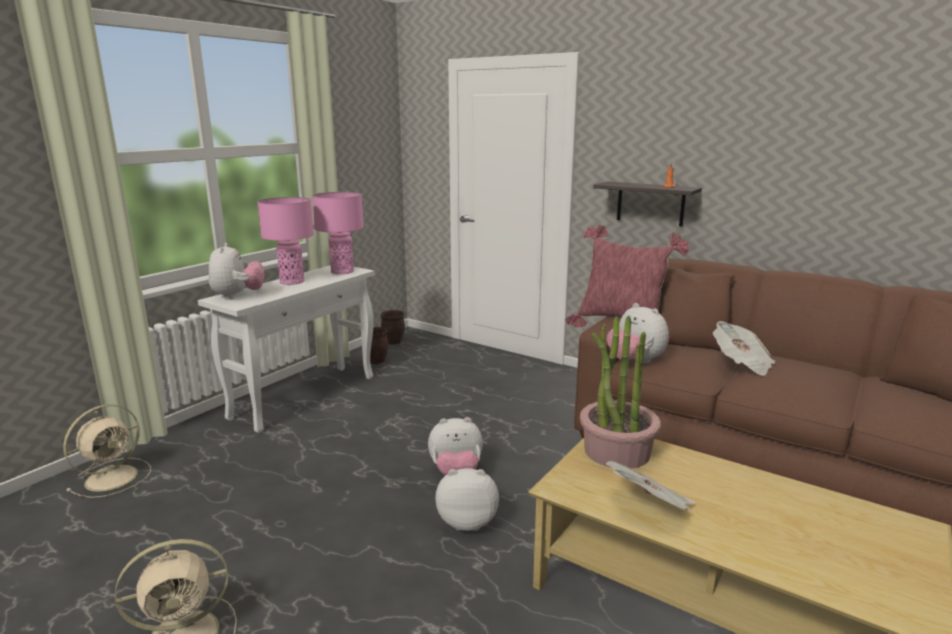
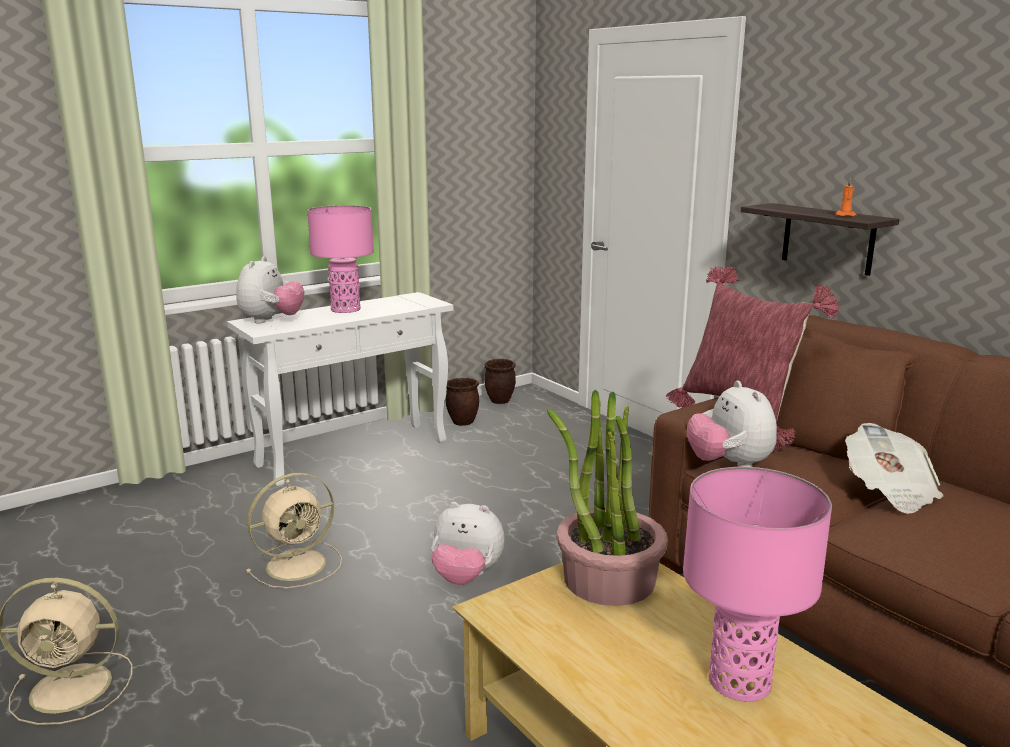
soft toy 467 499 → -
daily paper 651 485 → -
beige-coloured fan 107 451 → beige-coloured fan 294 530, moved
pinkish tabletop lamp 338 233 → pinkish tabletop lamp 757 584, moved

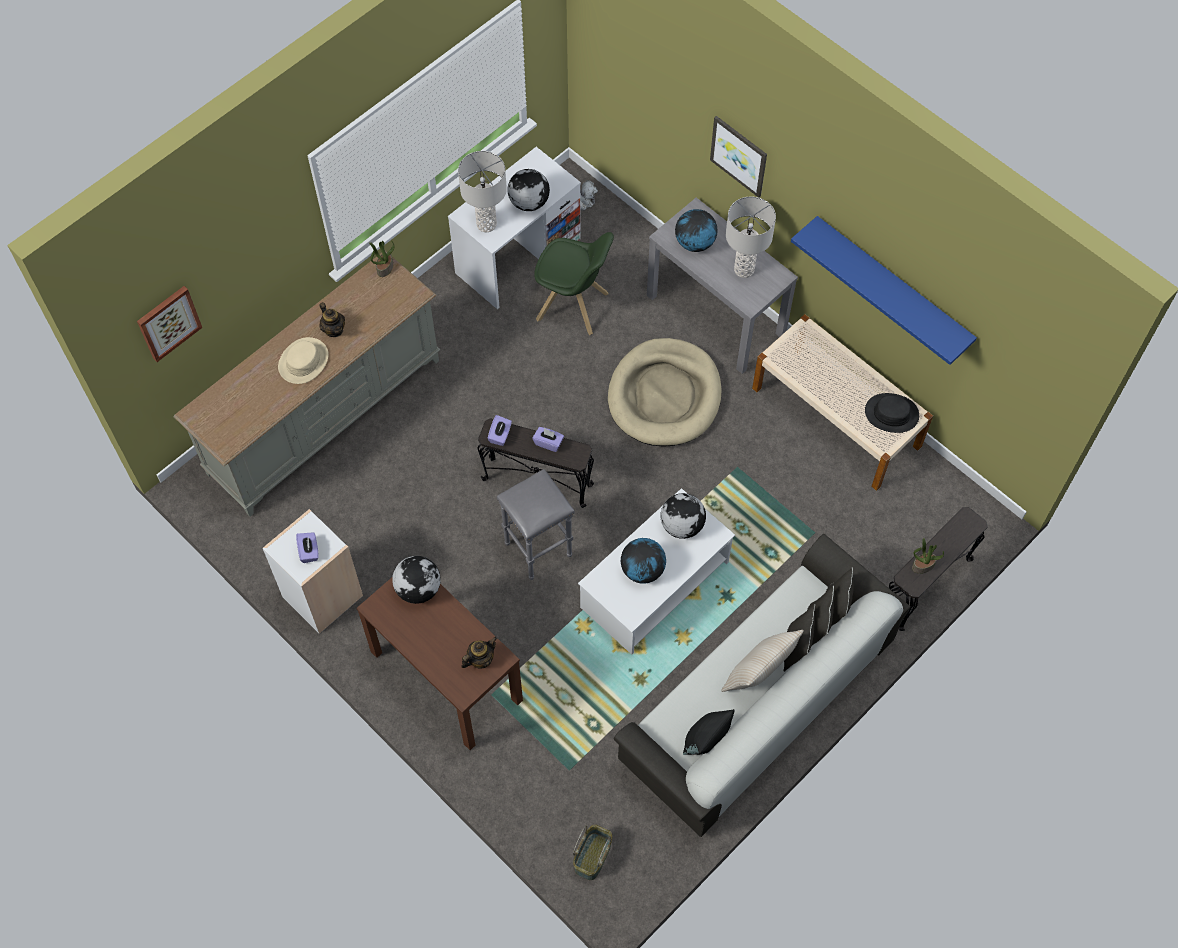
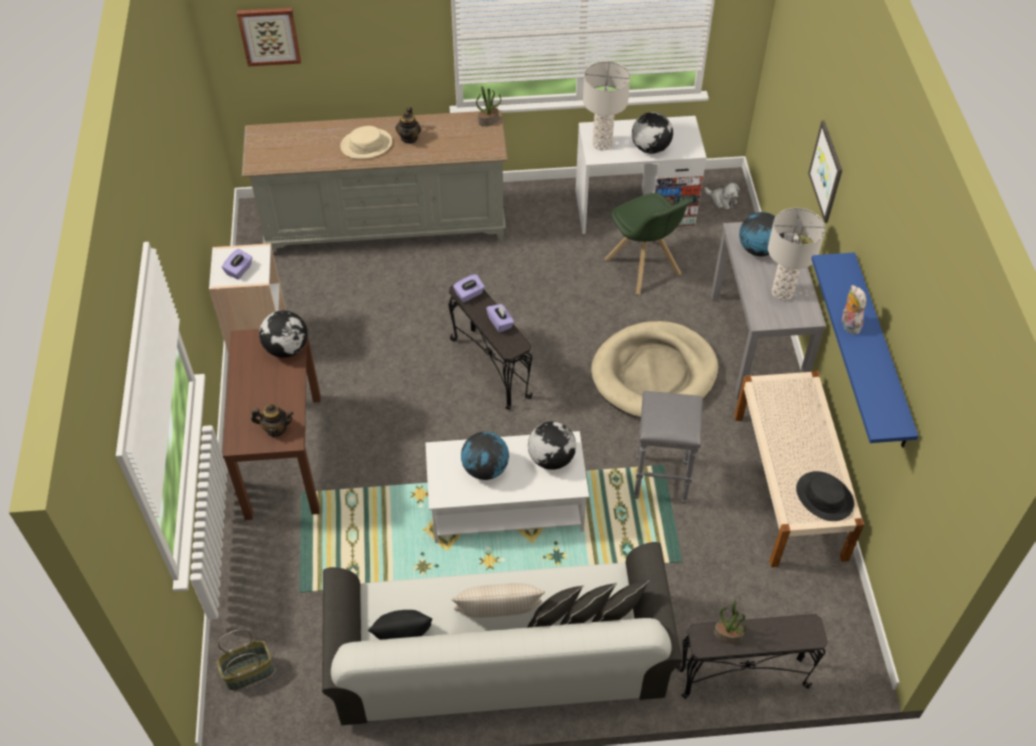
- → soft toy 854 309
grey stool 536 524 → grey stool 668 447, moved

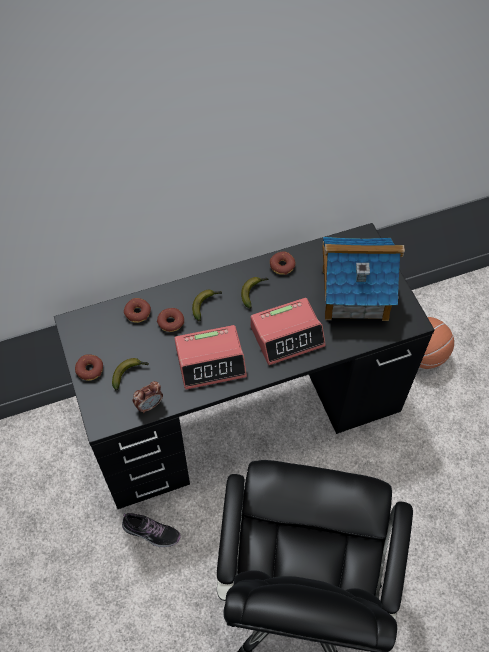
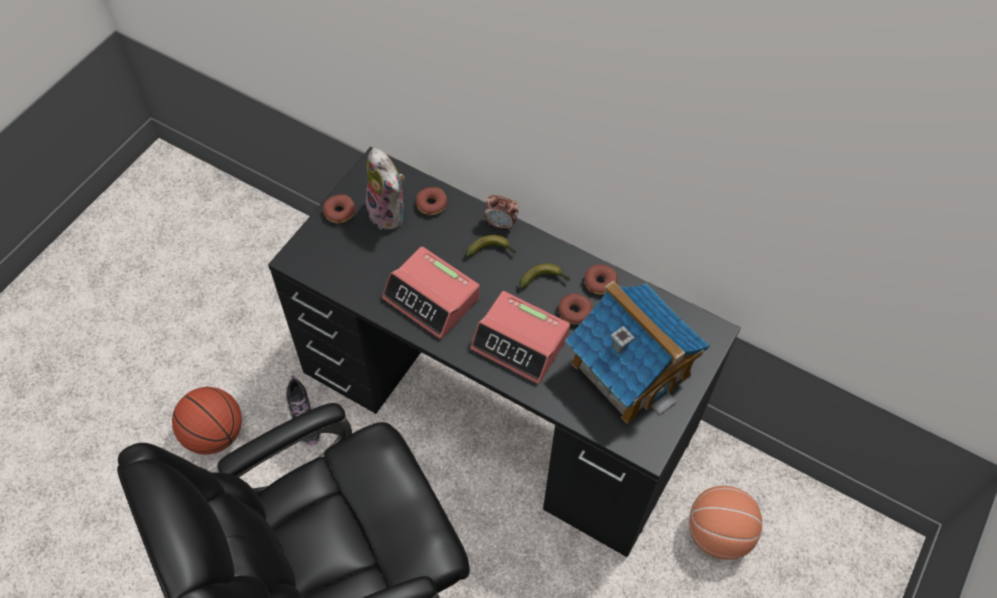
banana fruit 130 374 → -
- → basketball 207 420
- → soft toy 385 189
alarm clock 148 397 → alarm clock 501 212, moved
donut 170 320 → donut 575 309, moved

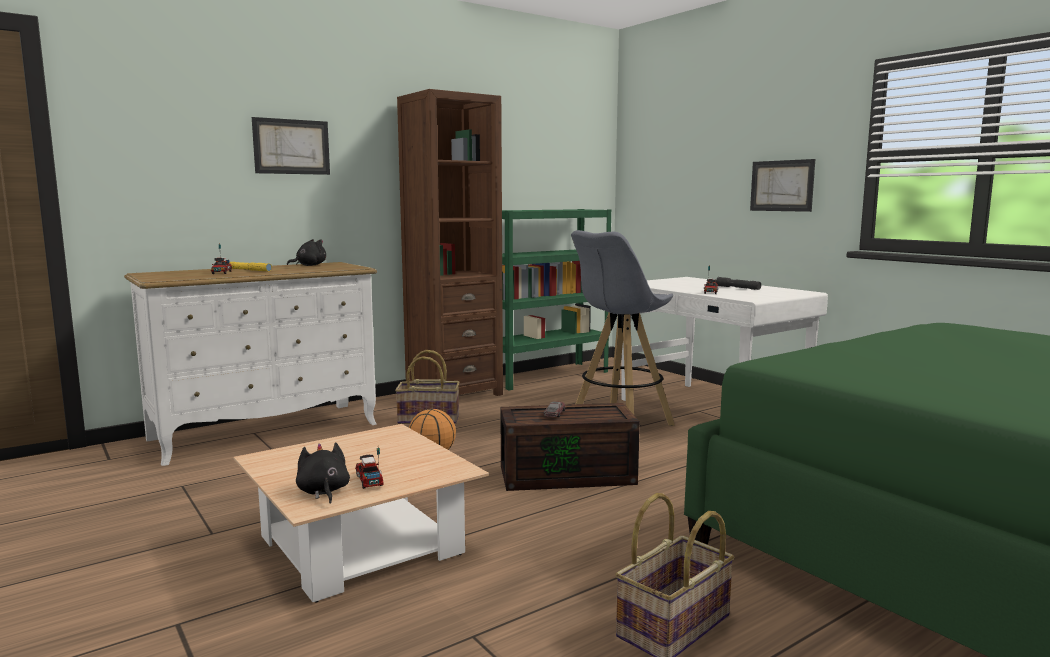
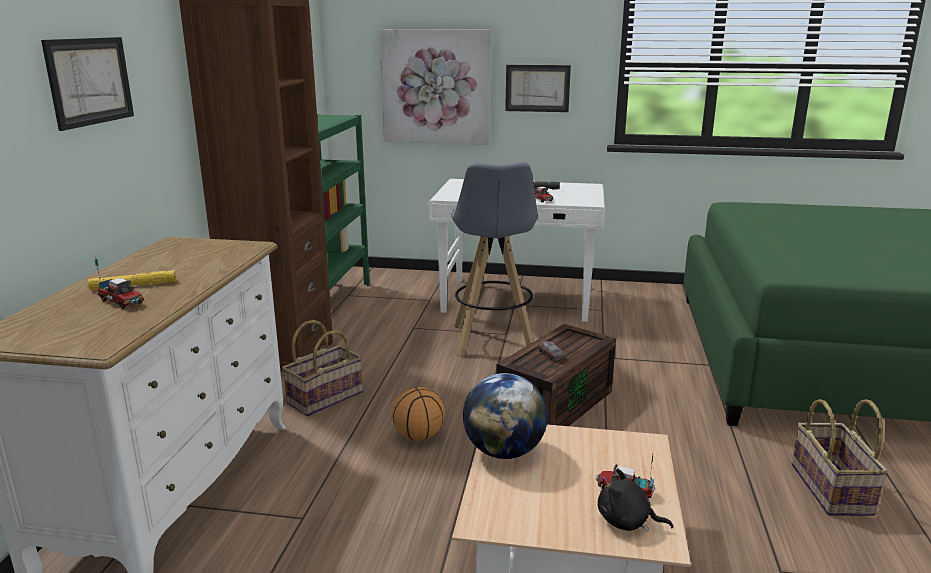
black-coloured soft toy 306 252 → -
- → picture 435 87
- → world globe 505 416

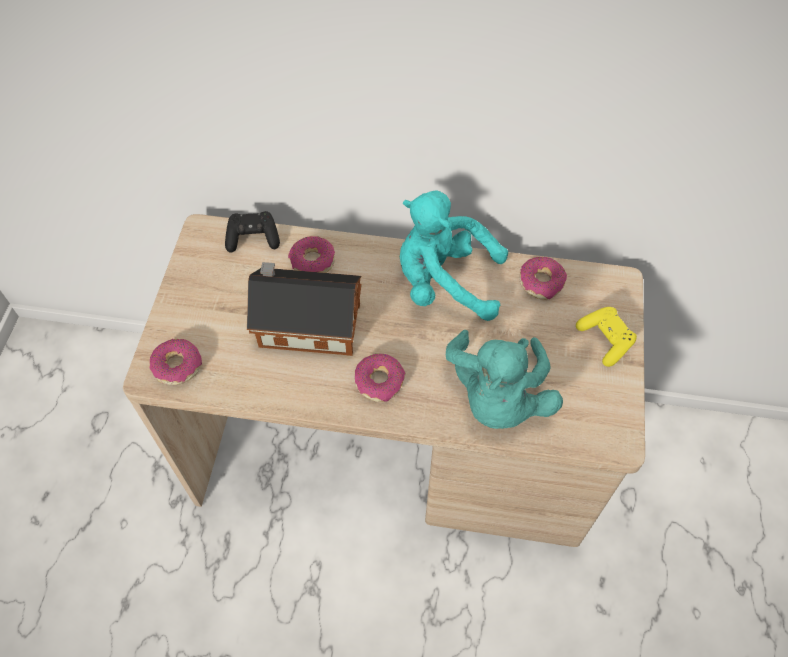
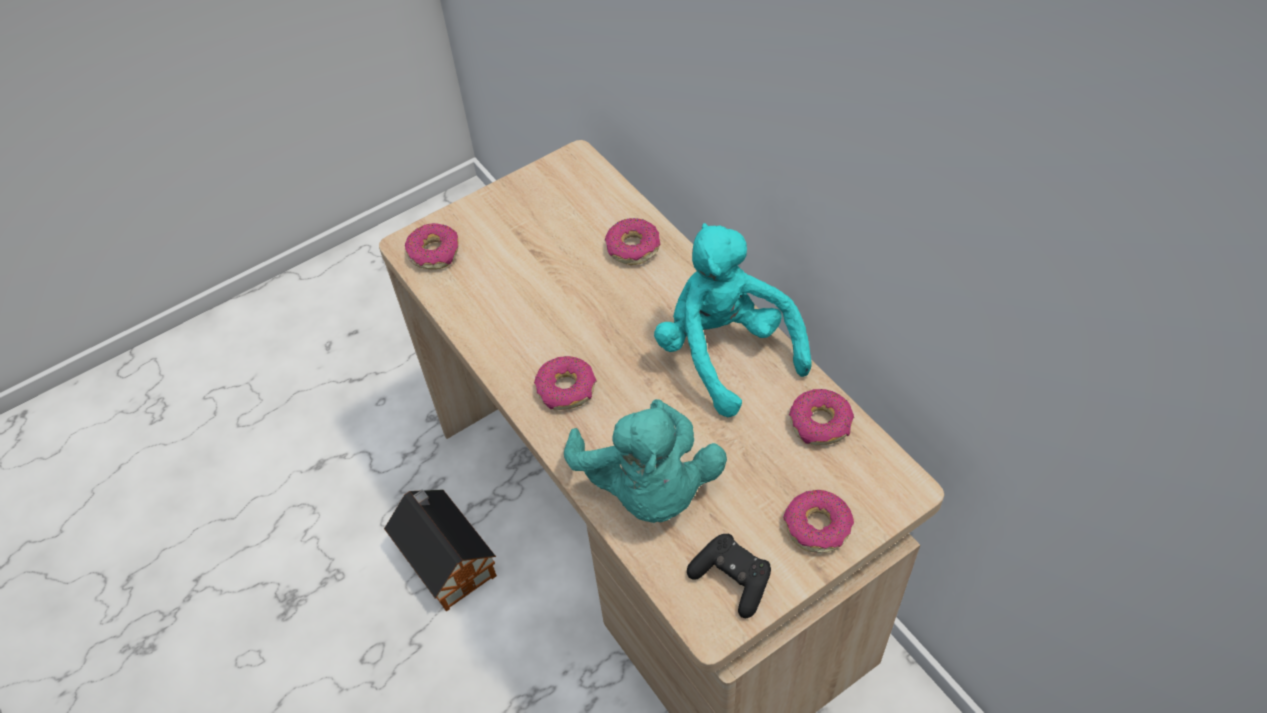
black-coloured gamepad 252 232 → black-coloured gamepad 729 576, moved
toy house 304 309 → toy house 440 550, moved
yellowish gamepad 606 337 → donut 818 521
blue-green soft toy 504 379 → blue-green soft toy 645 461, 75 degrees counterclockwise

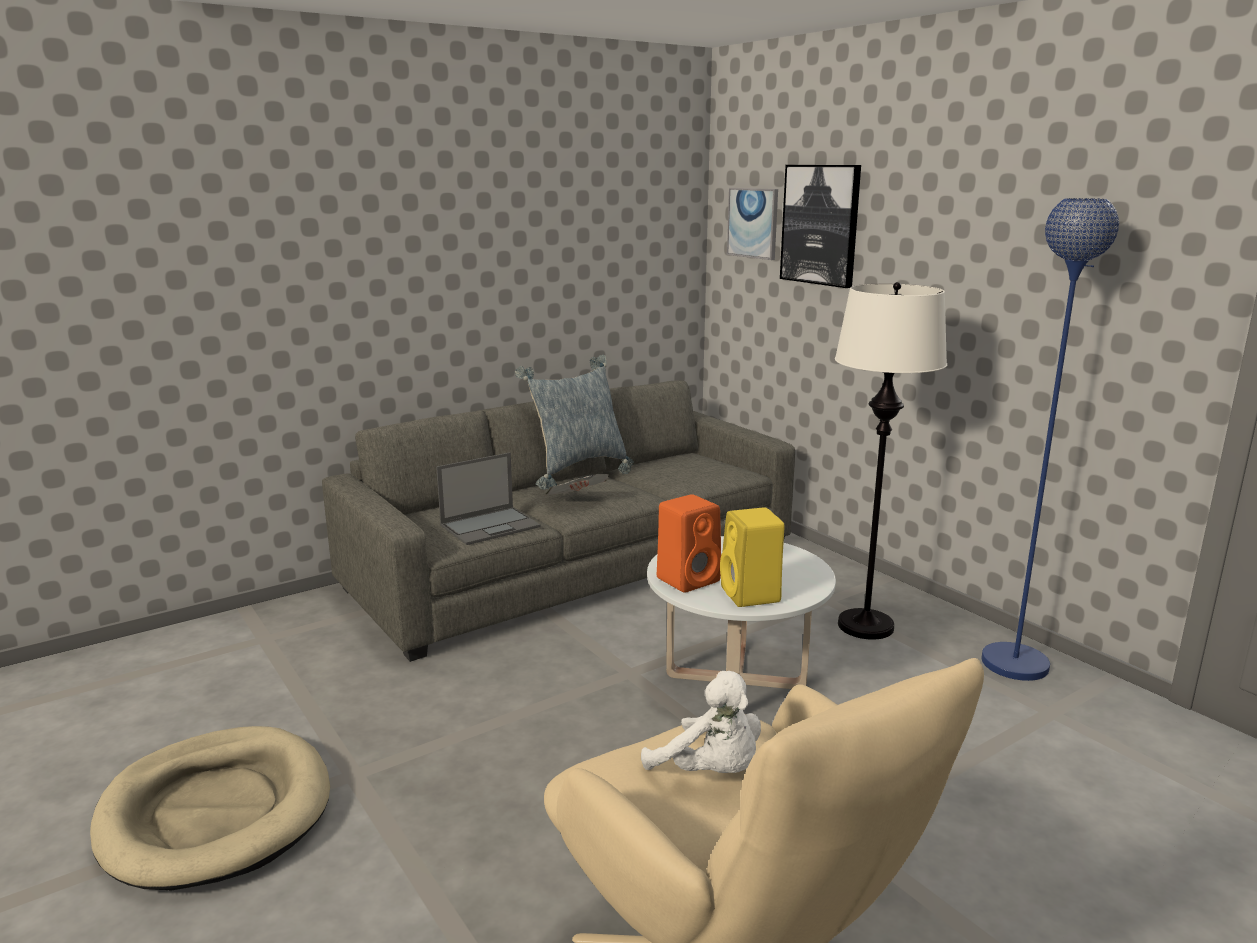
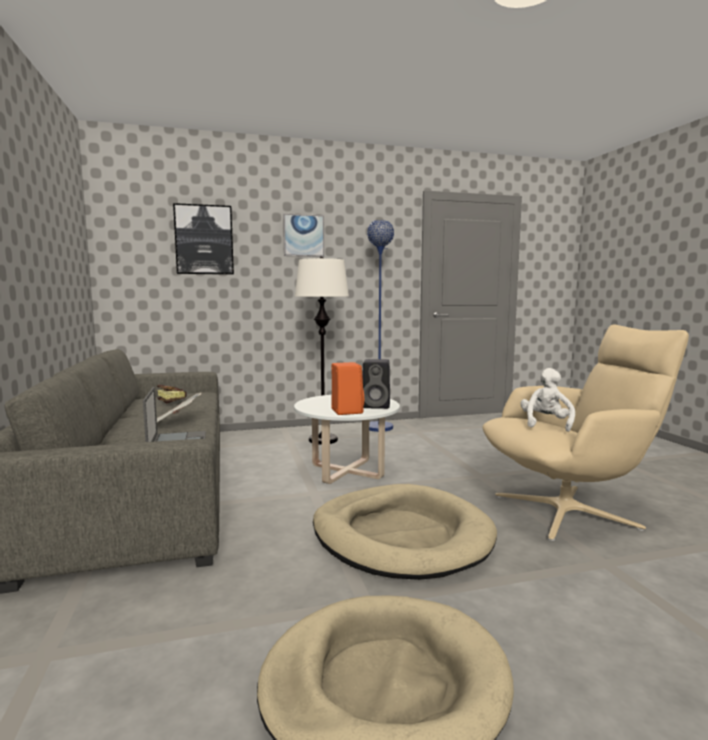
pillow 574 422 → -
- → volume 172 394
- → beige-coloured dog bed 405 532
picture 752 224 → picture 303 235, moved
yellowish audio speaker 752 557 → black-coloured audio speaker 376 384
whitish soft toy 701 722 → whitish soft toy 548 400, 45 degrees counterclockwise

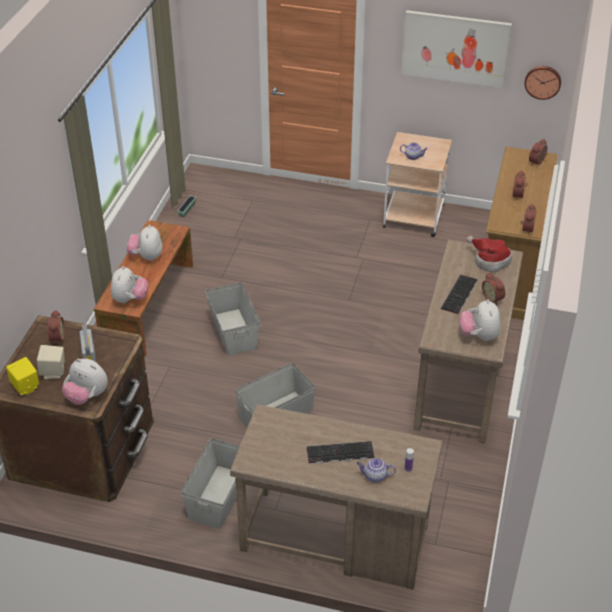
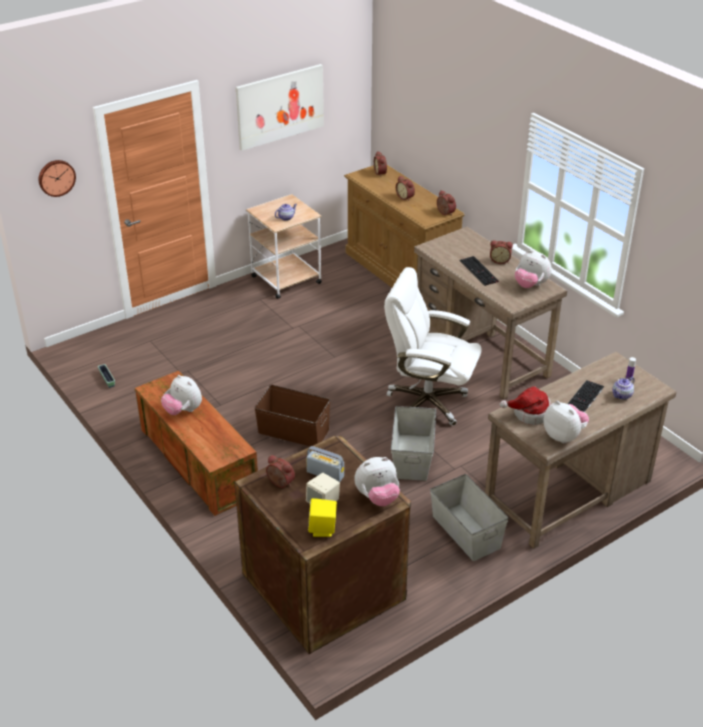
- → whitish desk chair 433 346
soft toy 129 284 → soft toy 566 422, moved
wearable hat 490 254 → wearable hat 525 405, moved
wall clock 542 83 → wall clock 57 178, moved
grey storage box 232 319 → brown-coloured storage box 292 415

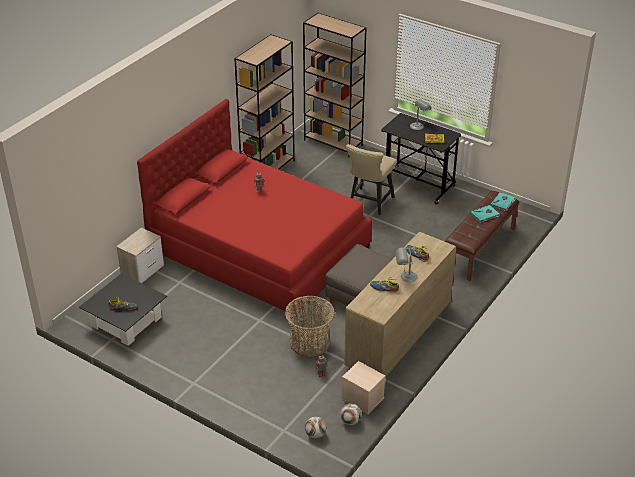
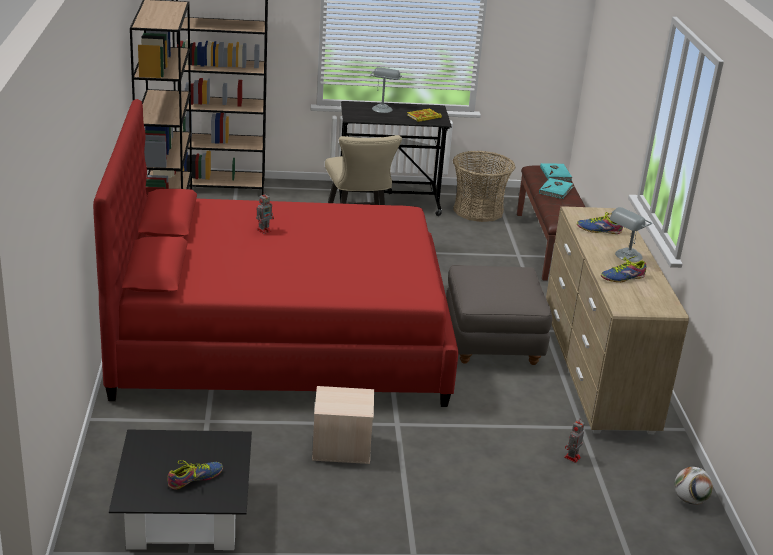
night table 140 255 → -
football ball 315 428 → -
basket 310 326 → basket 484 186, moved
beige-coloured storage box 363 387 → beige-coloured storage box 343 425, moved

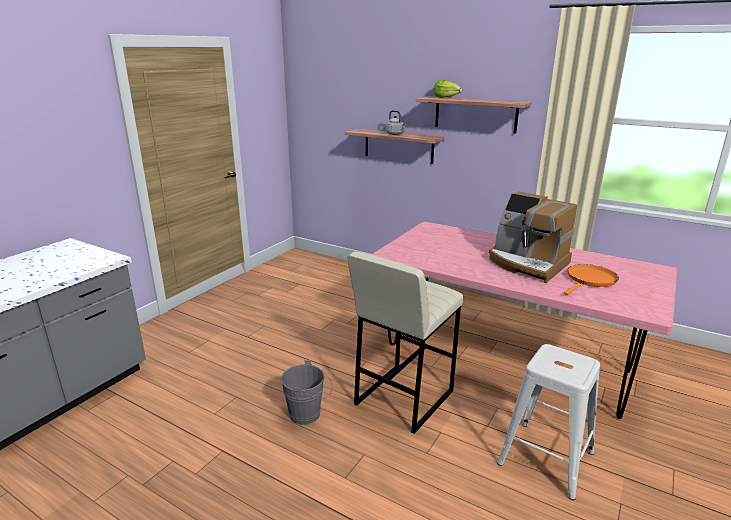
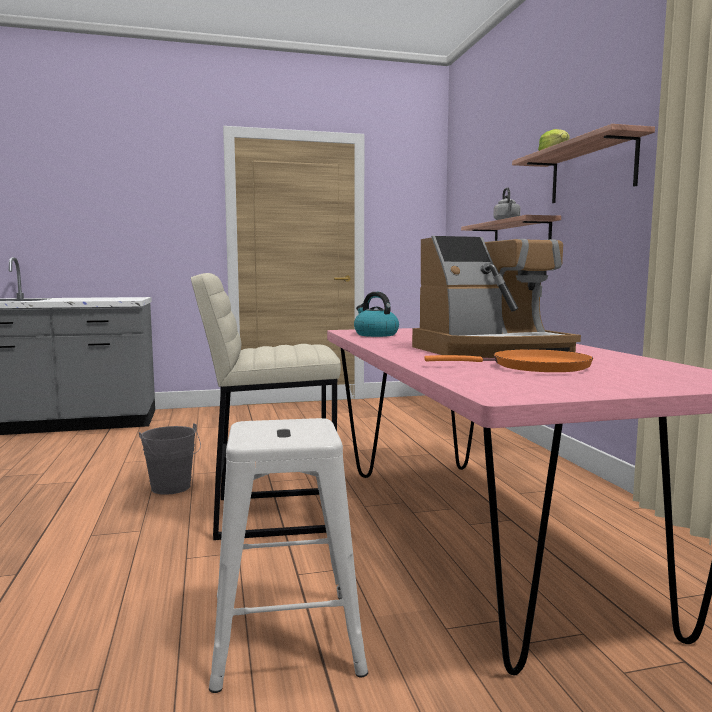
- → water kettle 376 314
coffee machine 533 237 → coffee machine 496 297, 105 degrees counterclockwise

